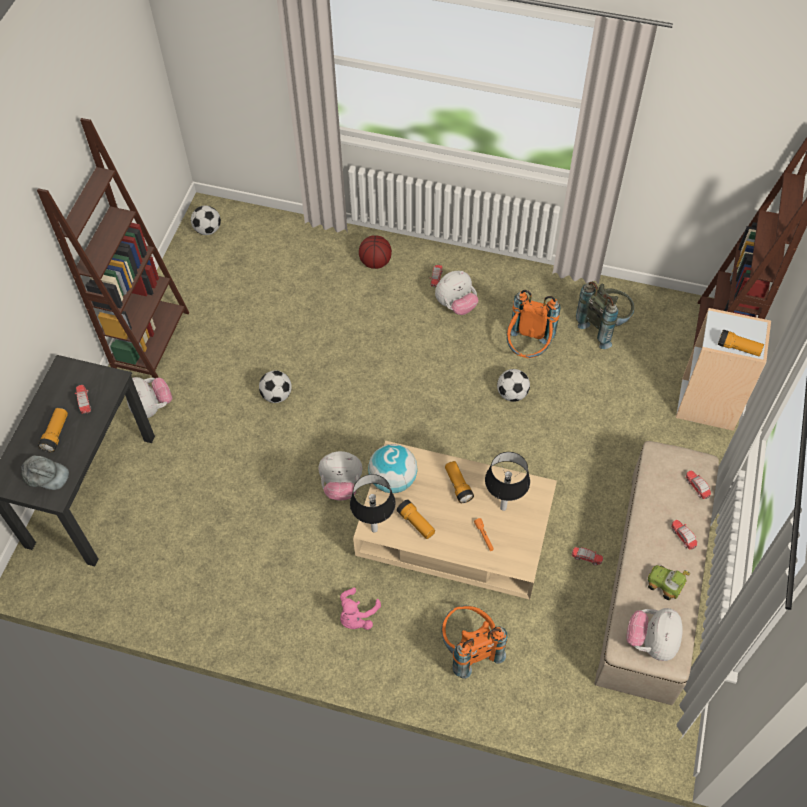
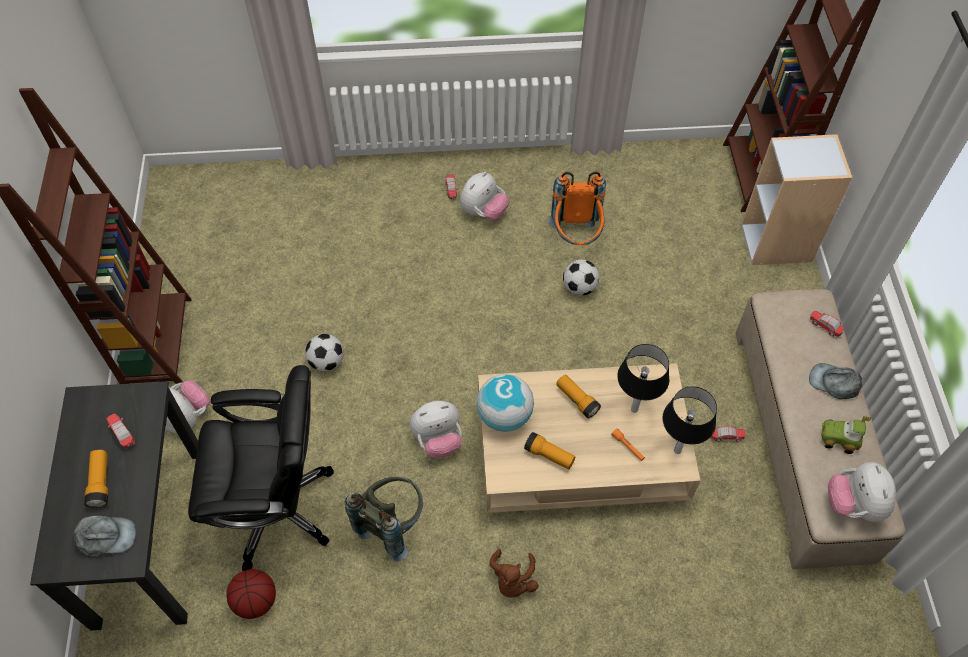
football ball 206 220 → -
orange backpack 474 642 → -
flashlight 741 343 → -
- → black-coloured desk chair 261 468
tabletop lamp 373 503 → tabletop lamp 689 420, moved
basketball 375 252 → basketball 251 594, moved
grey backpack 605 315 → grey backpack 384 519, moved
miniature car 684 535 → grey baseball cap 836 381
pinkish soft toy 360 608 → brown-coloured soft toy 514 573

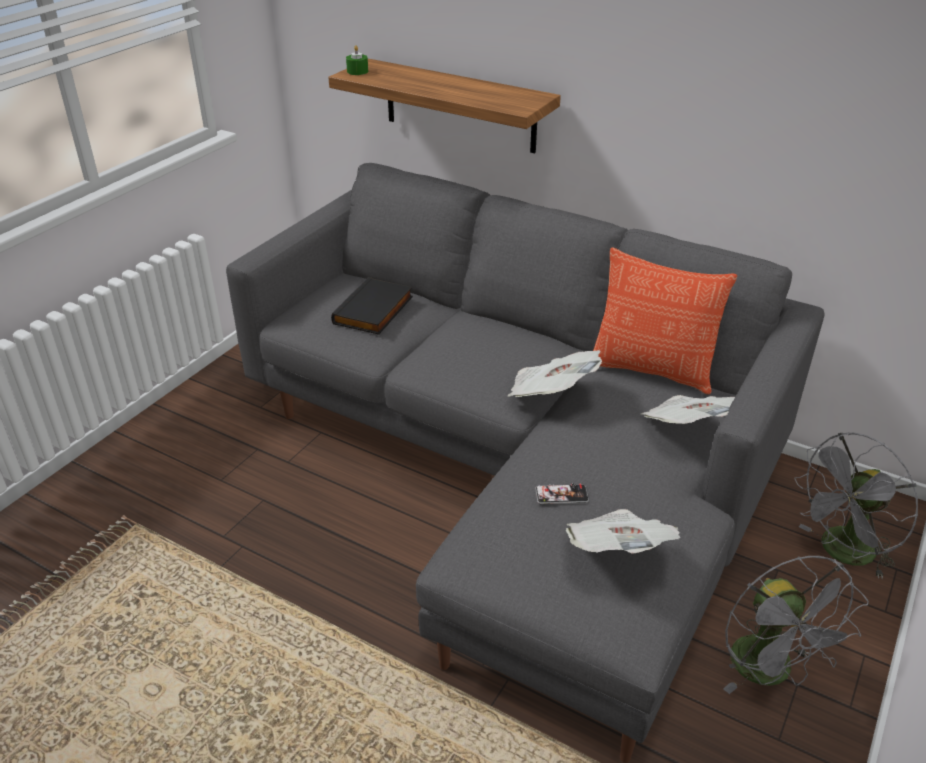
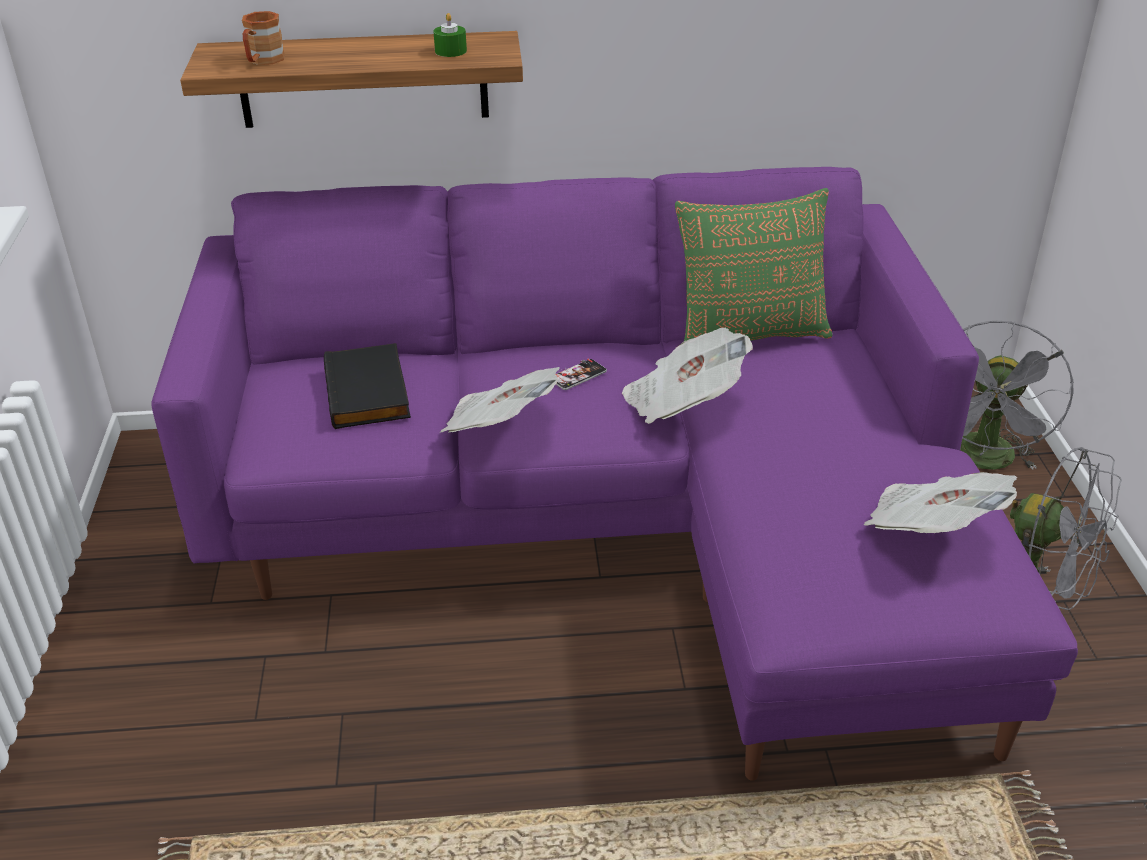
- → brown-coloured mug 263 38
green-coloured wax light 357 60 → green-coloured wax light 450 35, moved
handset 562 493 → handset 581 374, moved
daily paper 688 409 → daily paper 500 400, moved
grey couch 525 463 → purplish couch 614 474
orange pillow 665 321 → green-coloured pillow 754 264

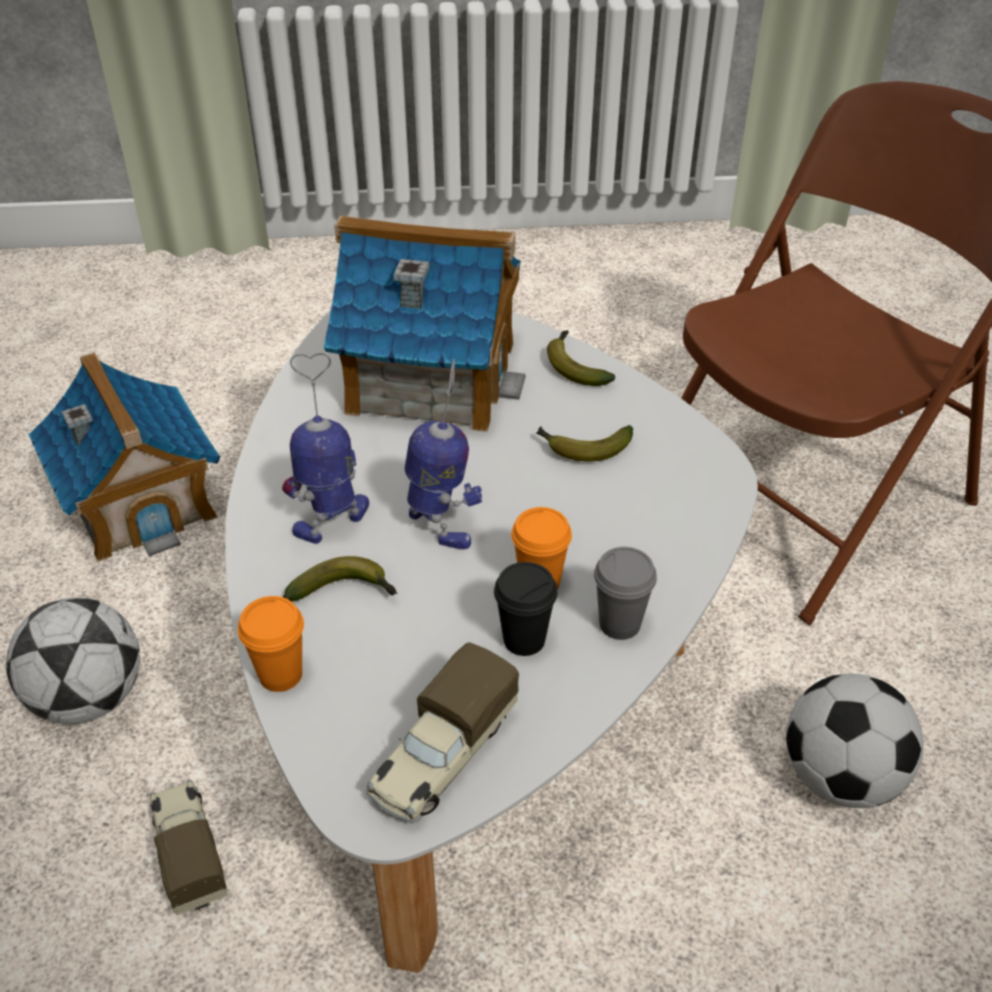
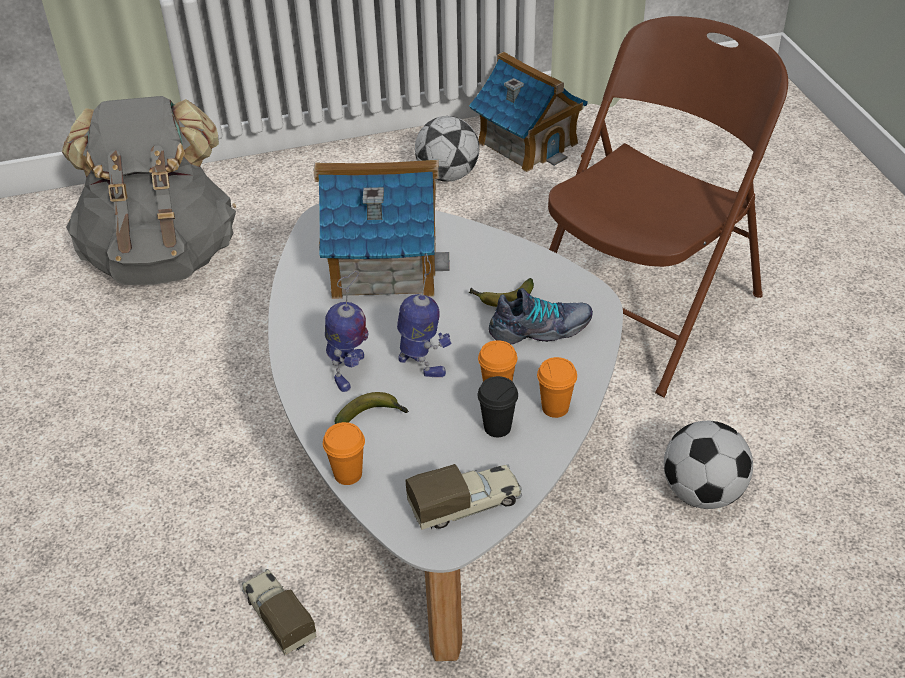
banana fruit 581 358 → -
- → grey backpack 149 190
- → item of footwear 541 316
football ball 73 660 → football ball 447 148, moved
toy house 124 457 → toy house 528 111, moved
grey drinking cup 625 593 → orange drinking cup 557 387
toy robot 325 448 → toy robot 346 331, 150 degrees clockwise
model truck 442 732 → model truck 463 497, 135 degrees counterclockwise

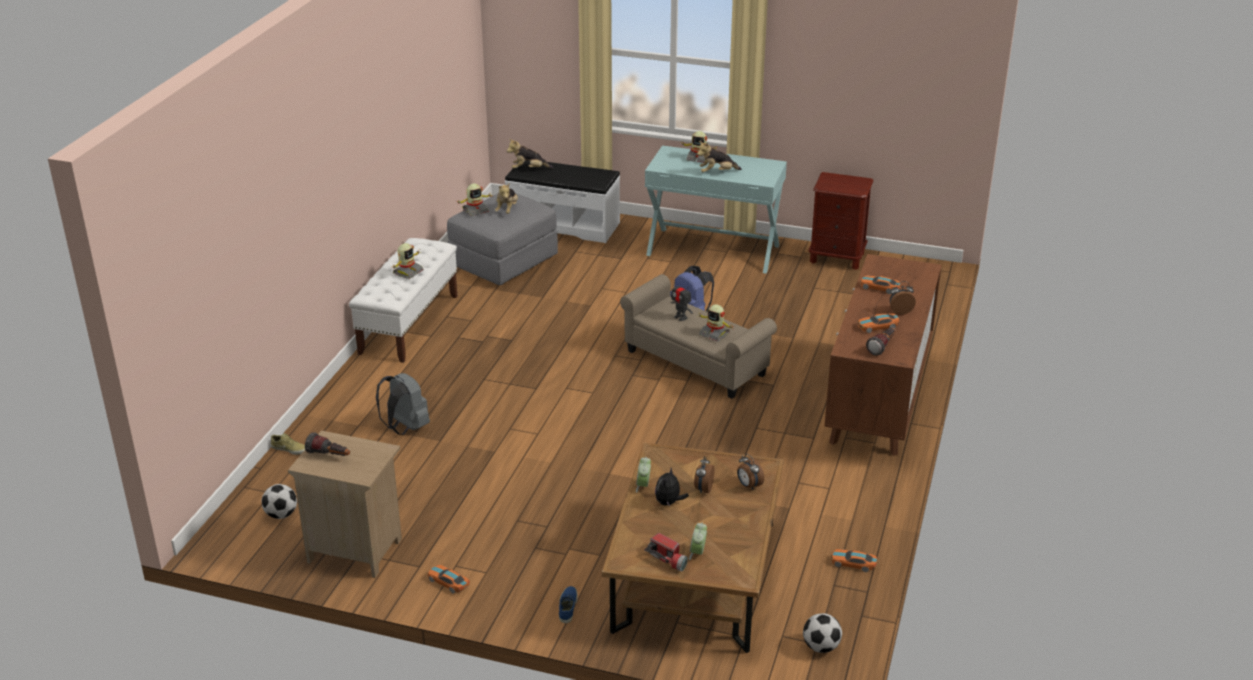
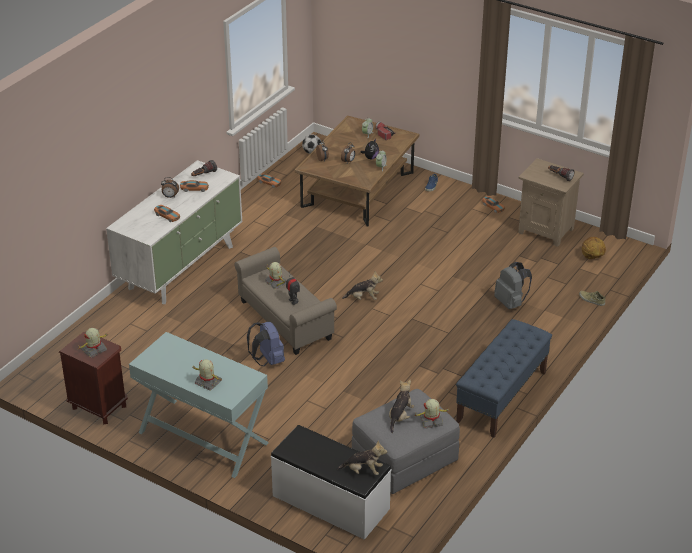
toy robot 408 261 → toy robot 93 343, moved
soft toy 719 156 → soft toy 362 285, moved
football ball 279 501 → basketball 594 248
whitish bench 403 300 → bluish bench 504 378
brown-coloured dresser 883 355 → whitish dresser 174 232

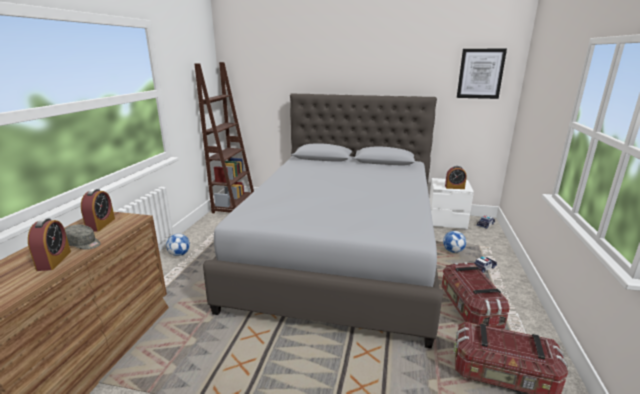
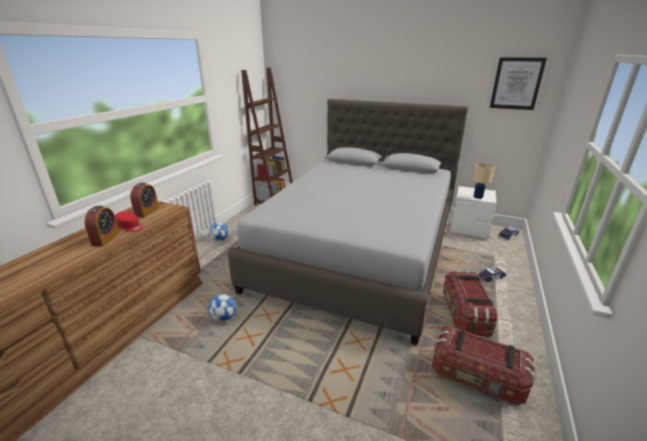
football ball 454 242 → football ball 222 308, moved
alarm clock 456 177 → beige-coloured tabletop lamp 483 181
grey baseball cap 82 237 → red baseball cap 129 221

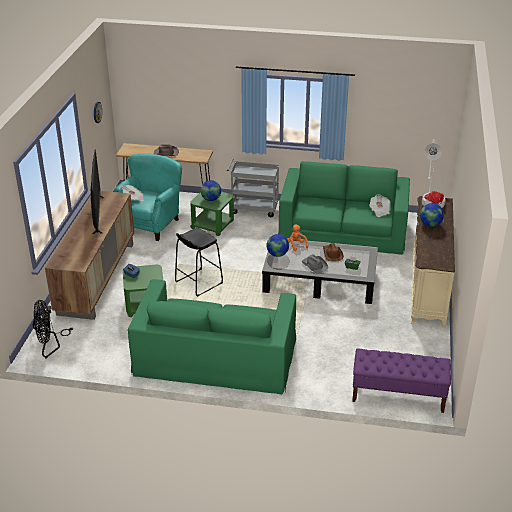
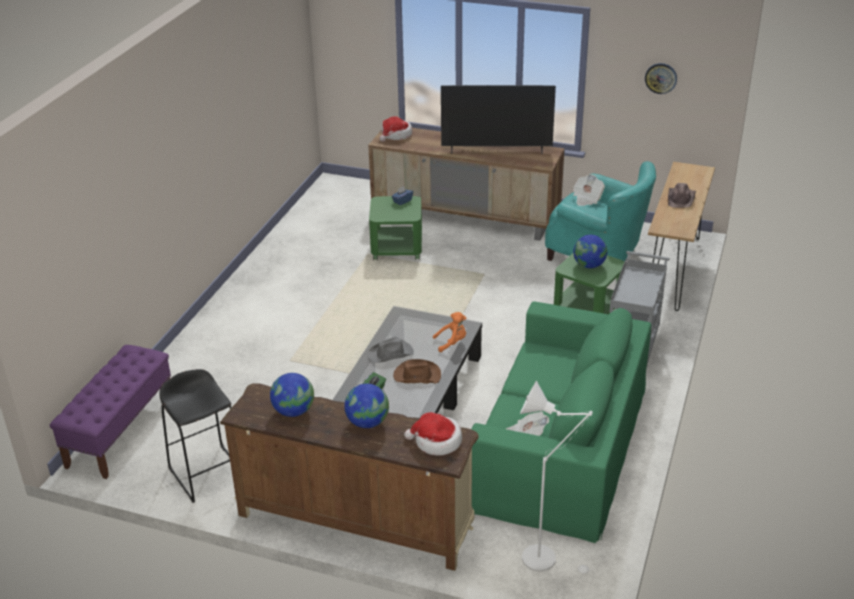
black-coloured fan 53 329 → -
green-coloured couch 212 337 → -
- → wearable hat 395 129
black-coloured stool 199 262 → black-coloured stool 195 436, moved
world globe 278 245 → world globe 292 395, moved

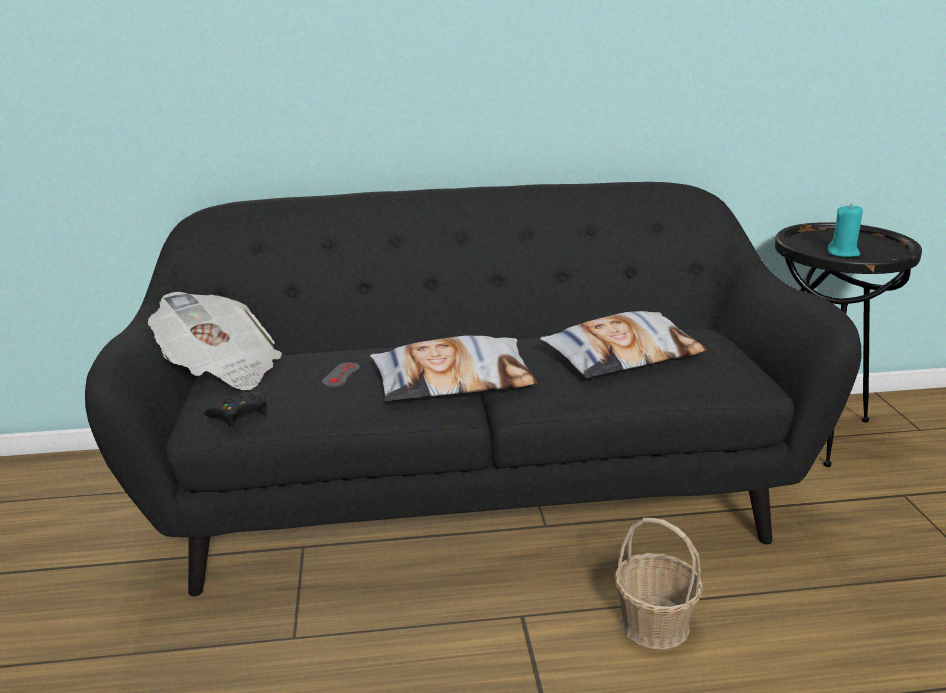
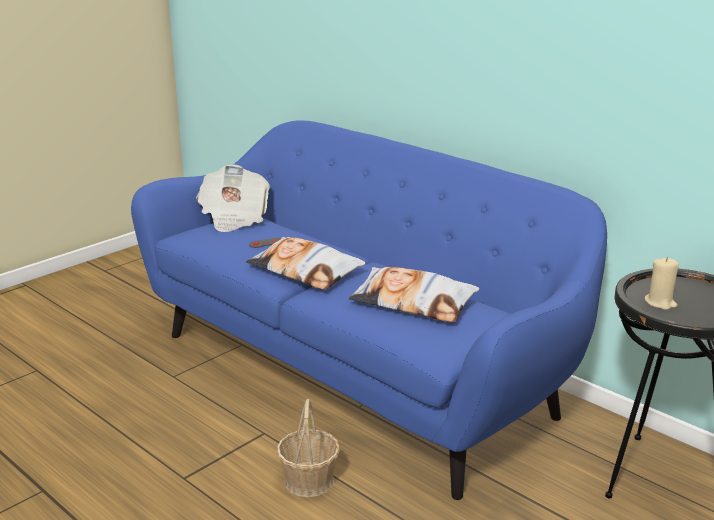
black-coloured gamepad 235 409 → -
black-coloured couch 473 389 → bluish couch 369 310
blue-green wax light 845 230 → beige-coloured wax light 662 283

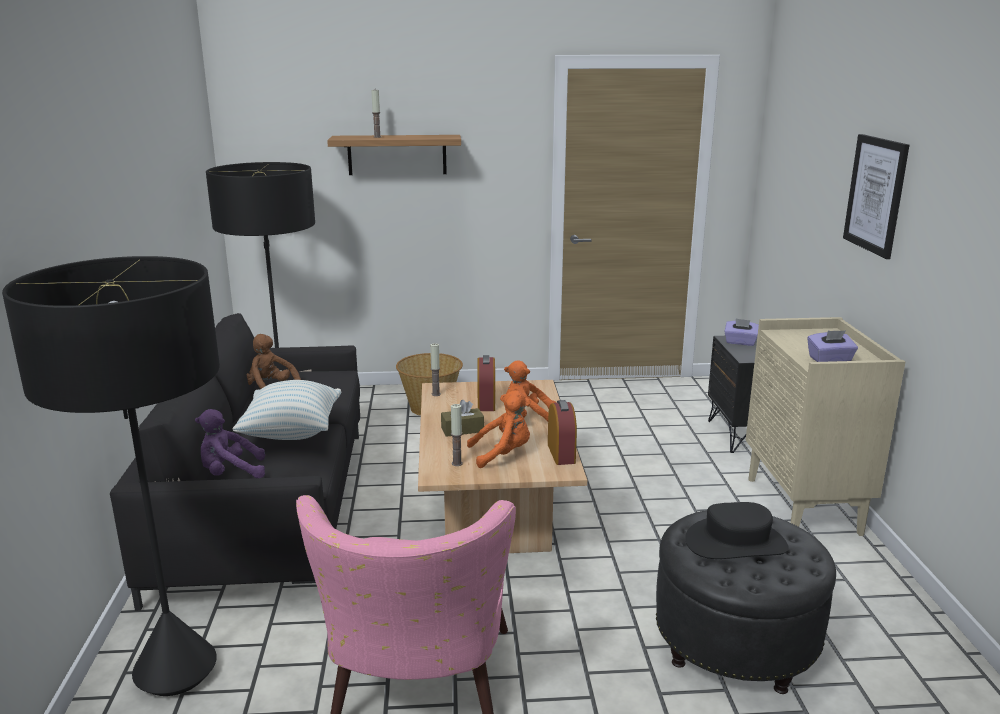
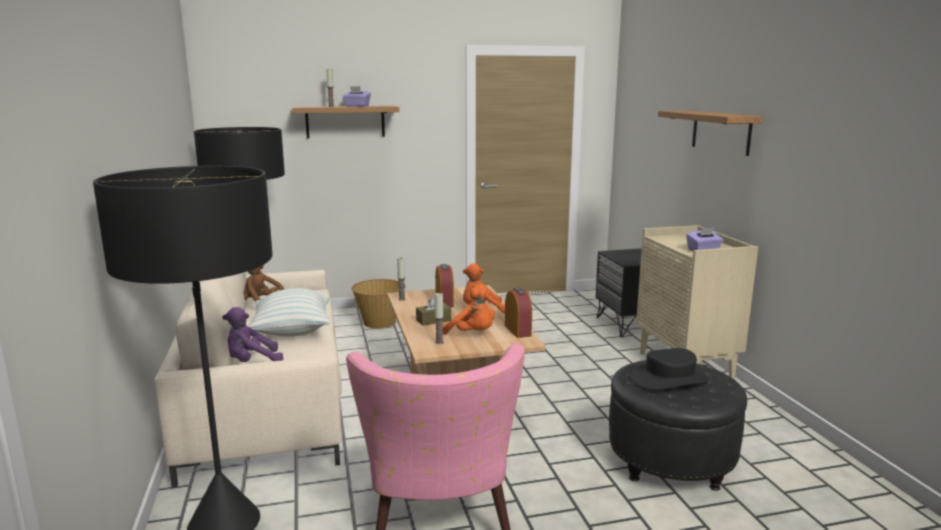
purplish box of tissues 741 332 → purplish box of tissues 356 96, moved
picture 876 196 → wall shelf 710 133
black-coloured couch 235 462 → beige-coloured couch 248 379
orange soft toy 499 429 → orange soft toy 468 309, 60 degrees clockwise

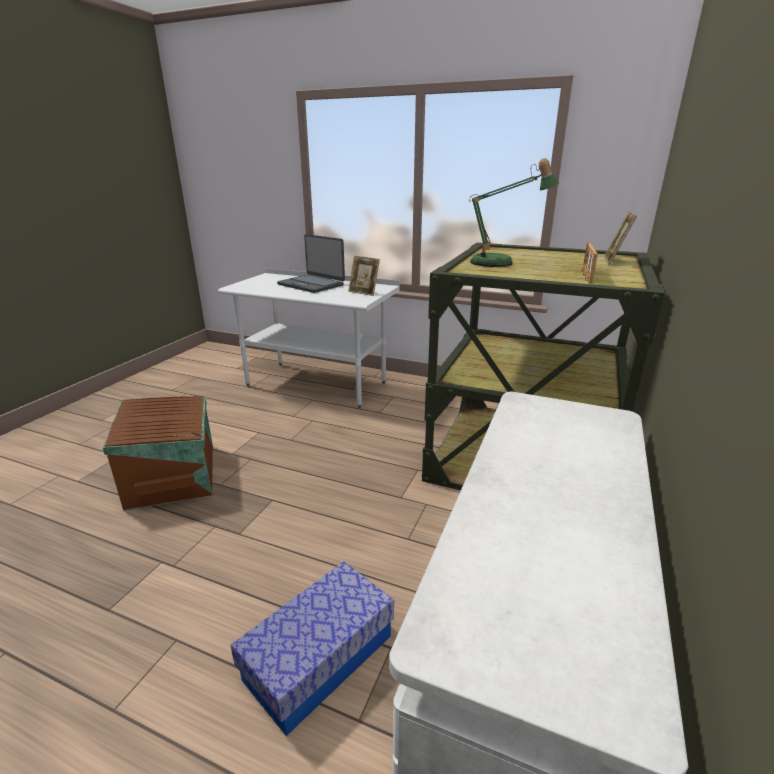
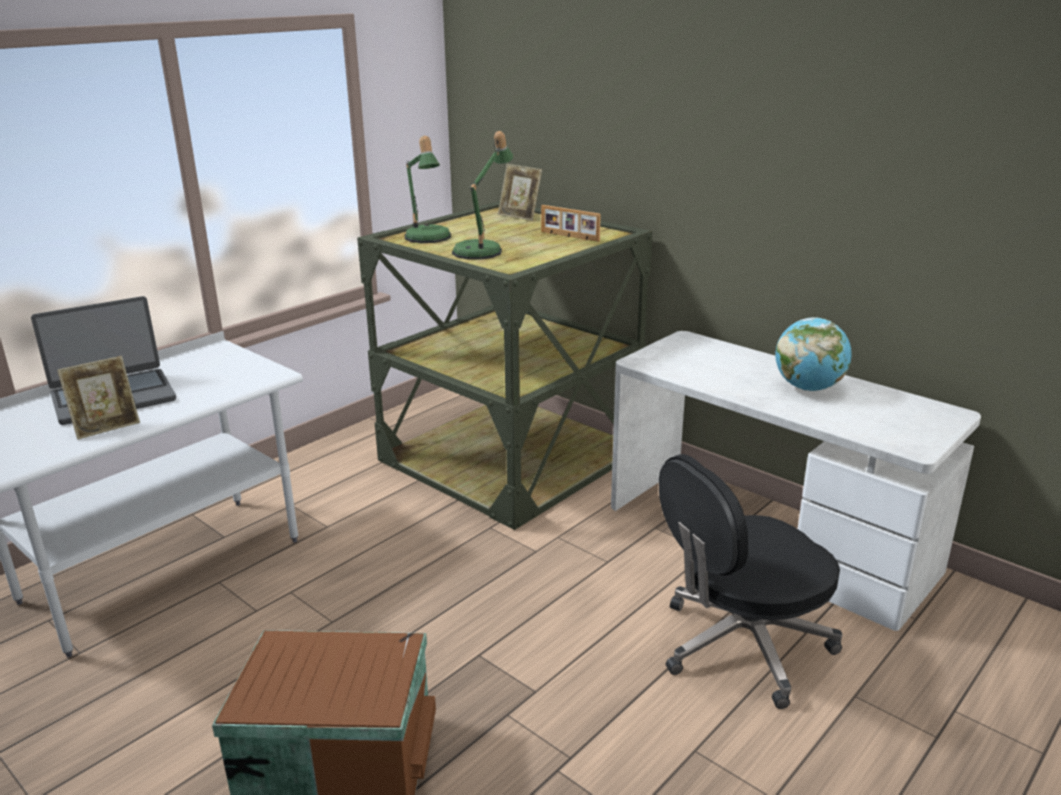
- → tabletop lamp 428 189
- → world globe 813 354
picture frame 364 275 → picture frame 98 397, moved
storage box 312 648 → black-coloured desk chair 751 581

